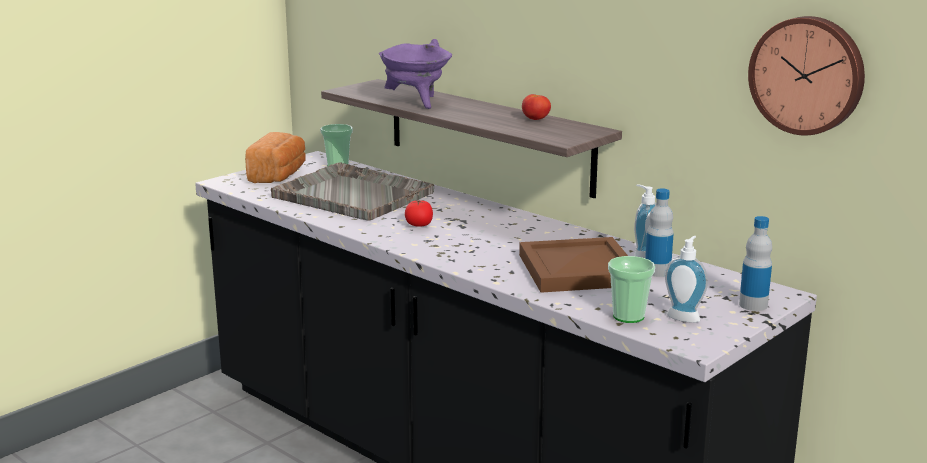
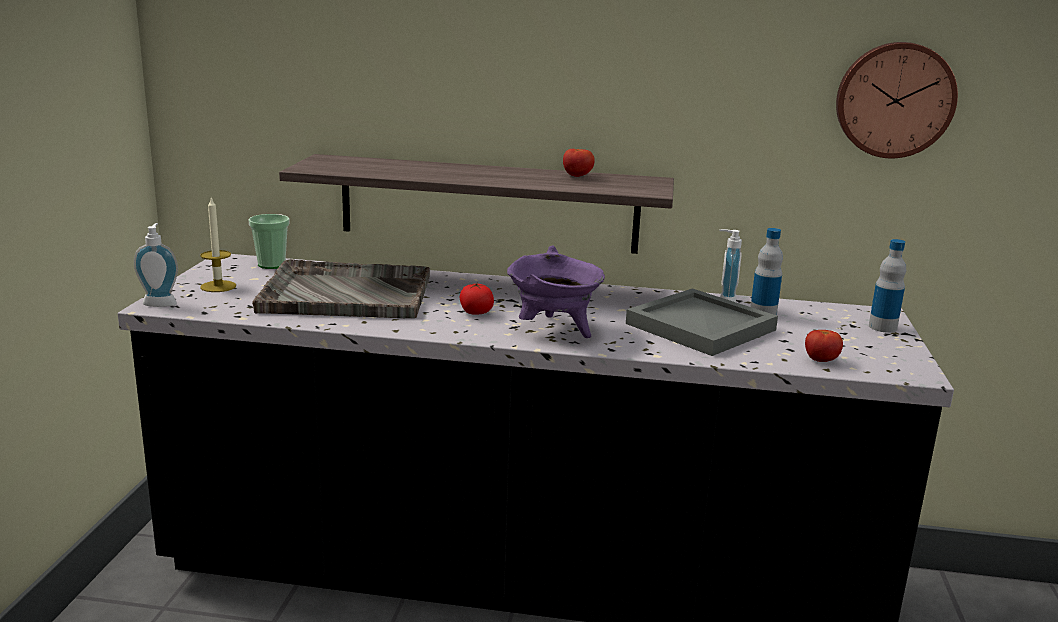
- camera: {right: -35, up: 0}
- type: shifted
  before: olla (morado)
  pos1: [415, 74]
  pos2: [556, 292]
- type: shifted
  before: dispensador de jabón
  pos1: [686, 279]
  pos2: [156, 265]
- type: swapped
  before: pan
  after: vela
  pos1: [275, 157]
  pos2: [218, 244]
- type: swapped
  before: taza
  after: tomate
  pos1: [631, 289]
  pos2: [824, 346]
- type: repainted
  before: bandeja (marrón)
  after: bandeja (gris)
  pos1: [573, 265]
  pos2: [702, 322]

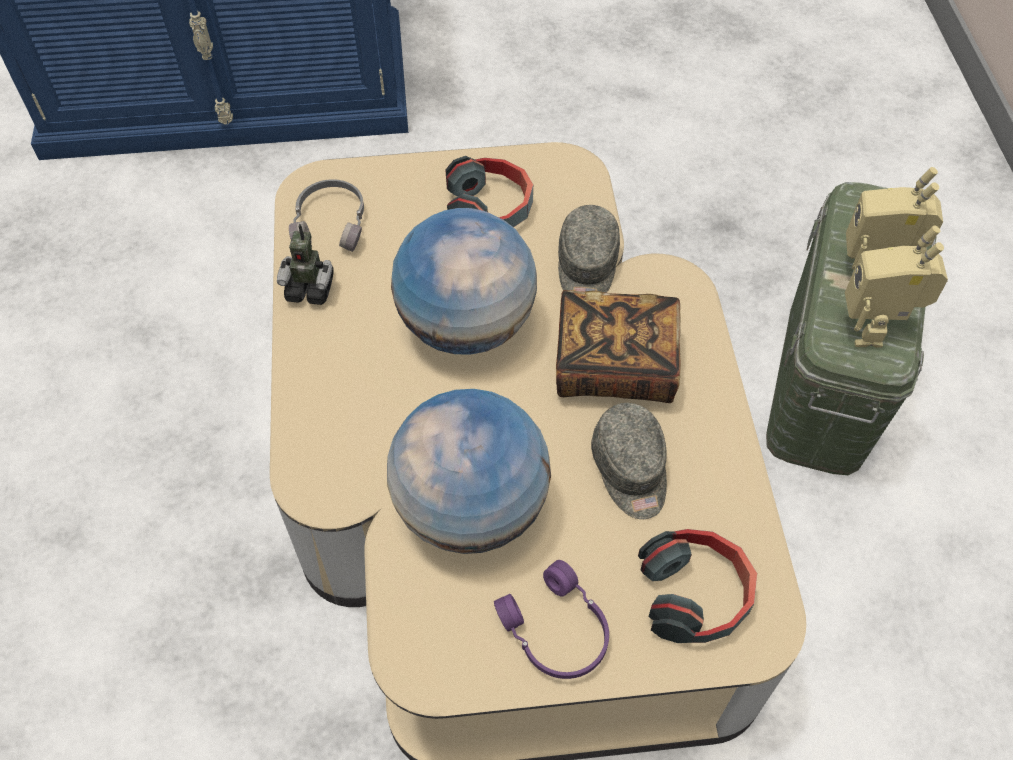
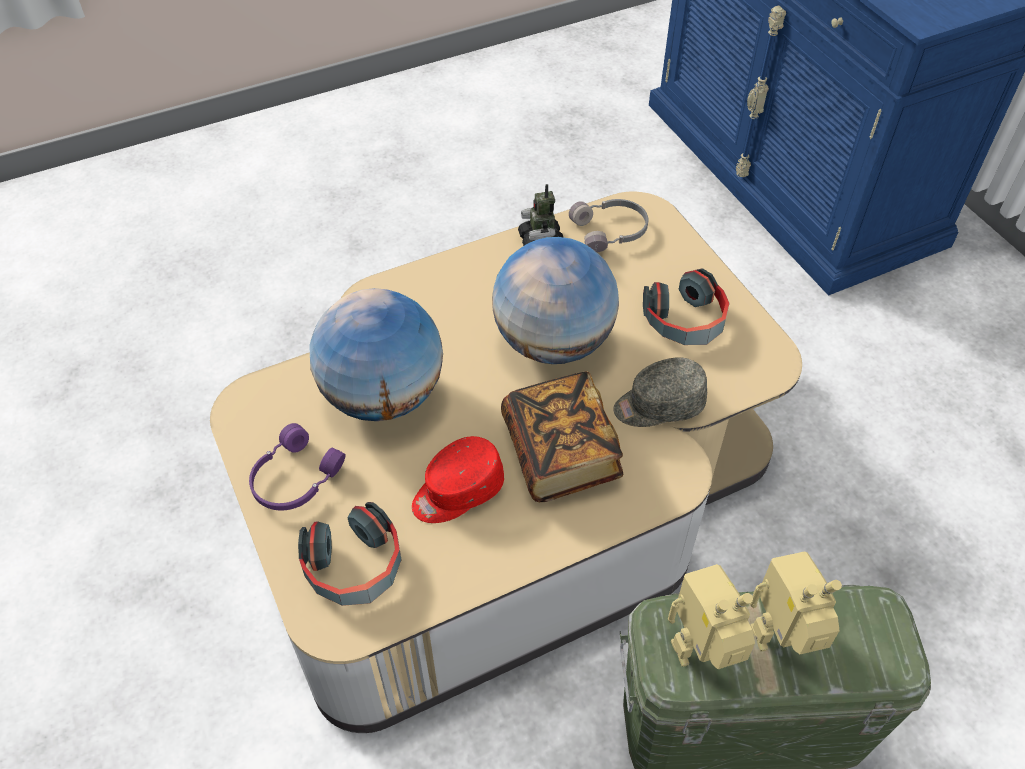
- camera: {right: 70, up: -5}
- type: repainted
  before: gorra (gris)
  after: gorra (rojo)
  pos1: [629, 461]
  pos2: [458, 479]

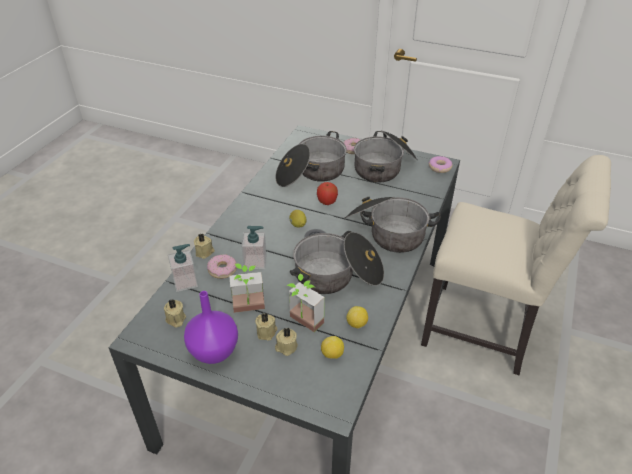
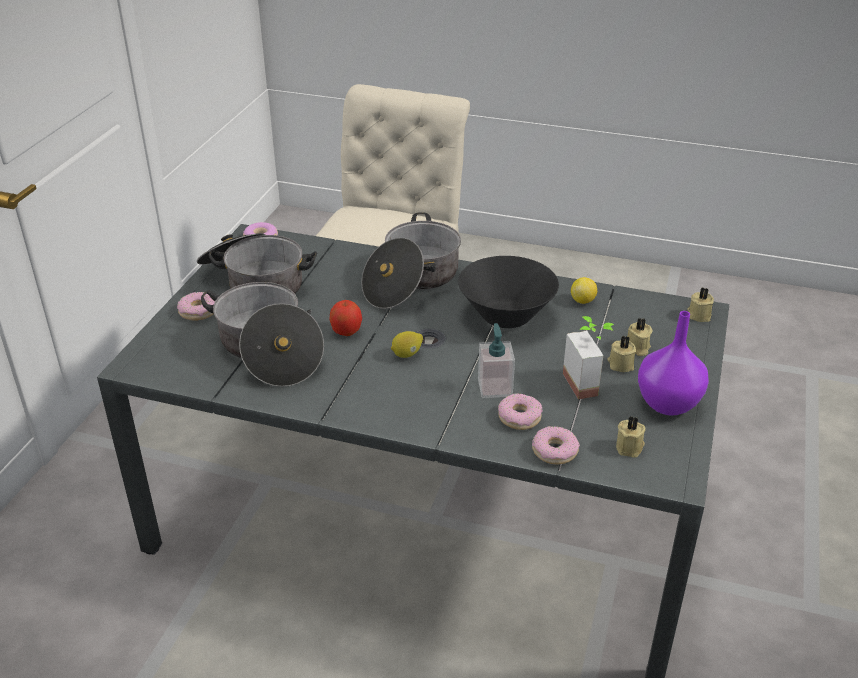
- camera: {right: -95, up: -5}
- type: gone
  before: planta en maceta
  pos1: [305, 302]
- type: gone
  before: limón
  pos1: [332, 347]
- type: shifted
  before: vela (beis)
  pos1: [204, 246]
  pos2: [700, 304]
- type: swapped
  before: dispensador de jabón
  after: rosquilla
  pos1: [183, 268]
  pos2: [556, 445]
- type: swapped
  before: olla
  after: cuenco (negro)
  pos1: [337, 262]
  pos2: [508, 292]

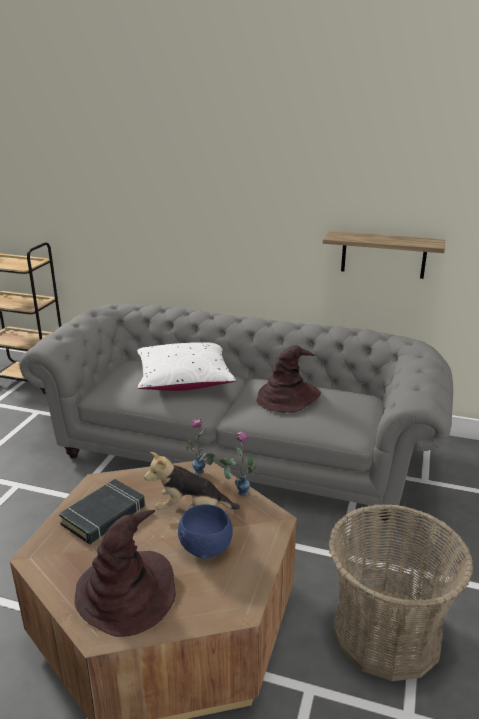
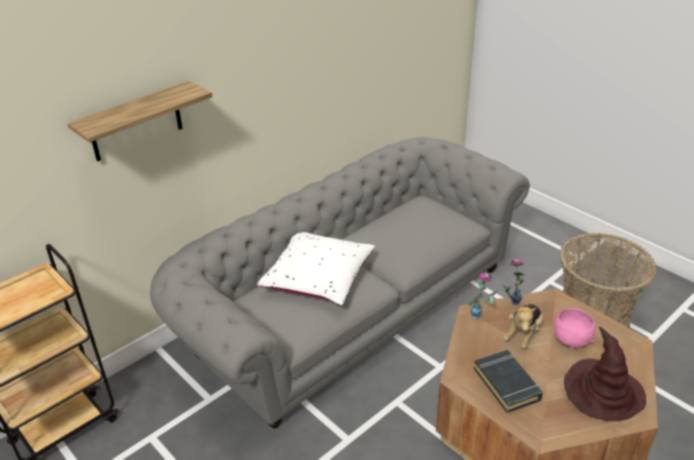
- camera: {right: -60, up: 10}
- type: gone
  before: sombrero (marrón)
  pos1: [289, 379]
- type: shifted
  before: estante
  pos1: [384, 255]
  pos2: [139, 121]
- type: repainted
  before: cuenco (azul)
  after: cuenco (rosa)
  pos1: [205, 531]
  pos2: [574, 328]

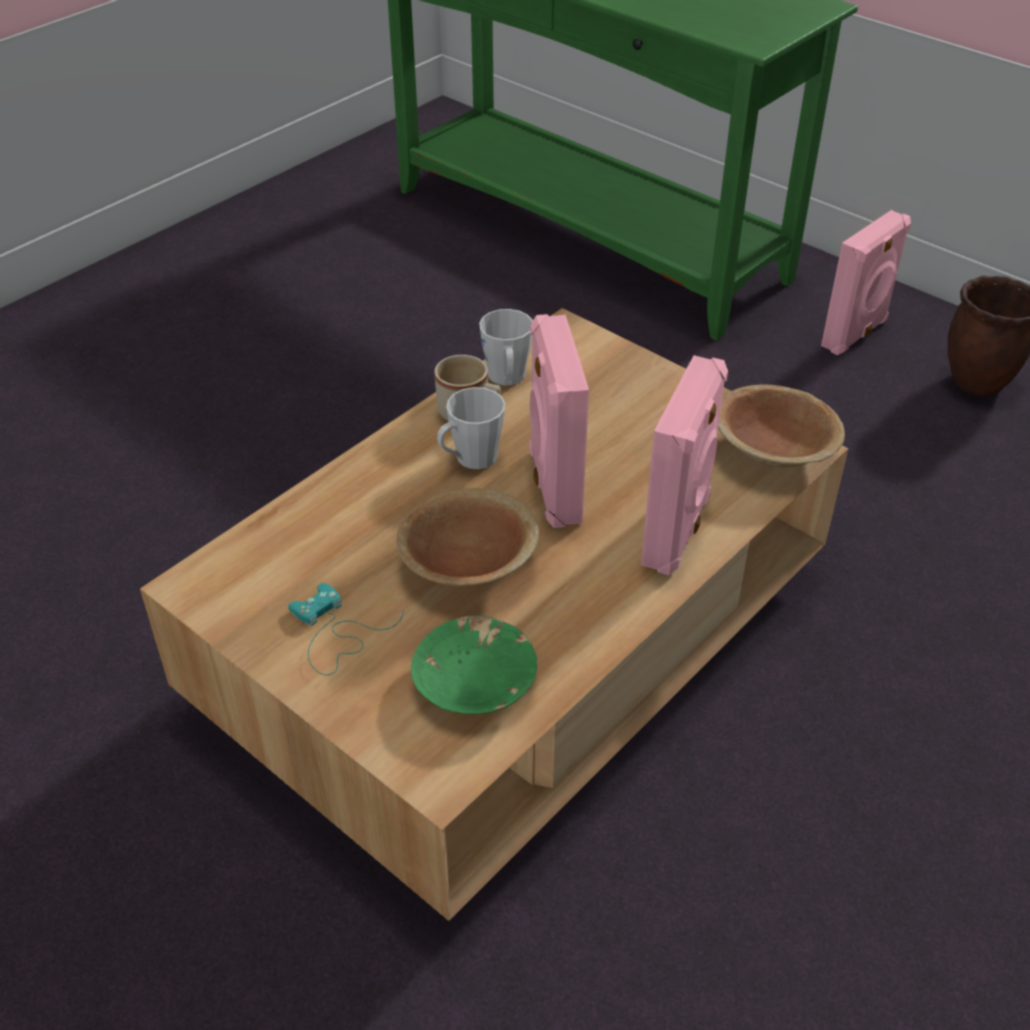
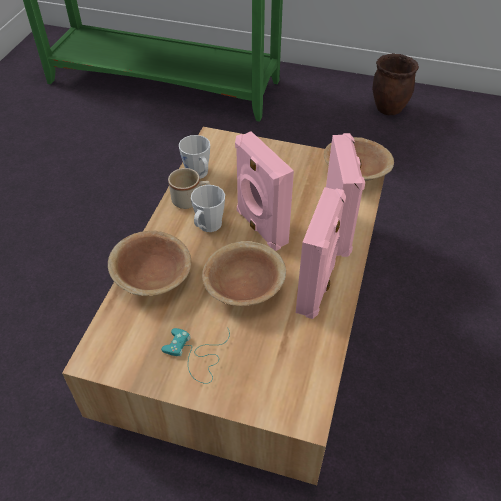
- camera: {right: -25, up: 5}
- type: gone
  before: cuenco (verde)
  pos1: [474, 664]
- type: new
  after: cuenco (marrón)
  pos2: [149, 263]
- type: shifted
  before: altavoz (rosa)
  pos1: [866, 282]
  pos2: [321, 253]

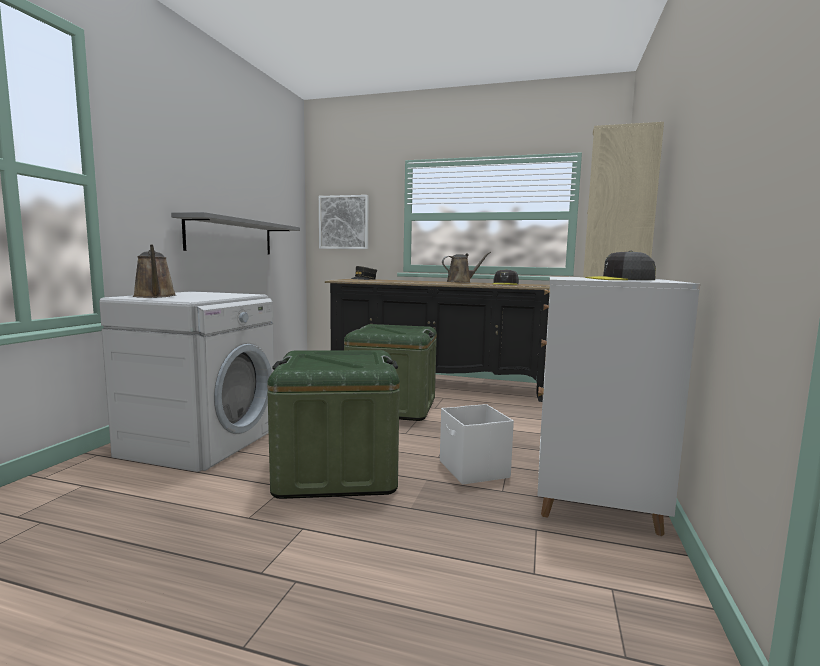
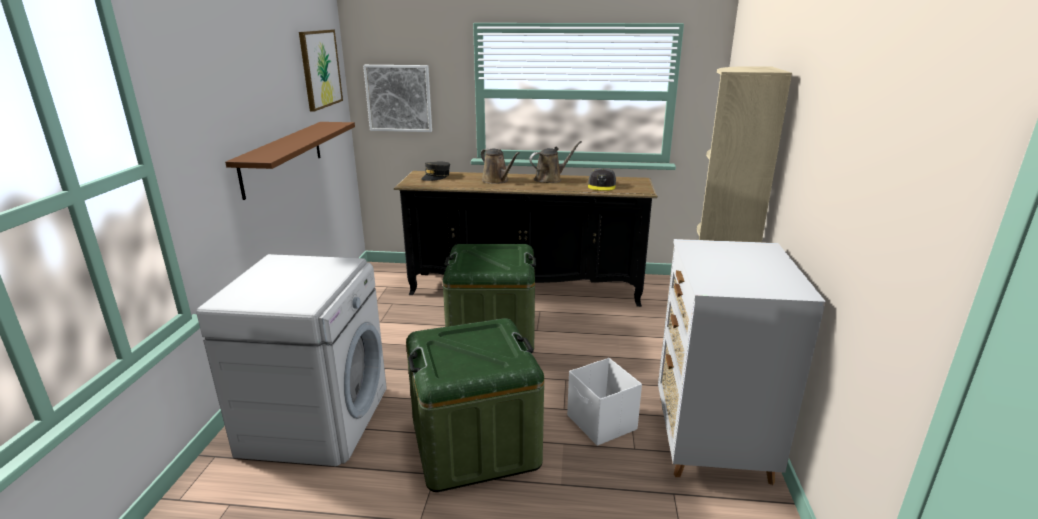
- camera: {right: -10, up: 15}
- type: gone
  before: gorra (gris)
  pos1: [620, 265]
- type: new
  after: cuadro
  pos2: [321, 71]
- type: shifted
  before: regadera (marrón)
  pos1: [154, 271]
  pos2: [500, 166]
- type: repainted
  before: estante (gris)
  after: estante (marrón)
  pos1: [235, 233]
  pos2: [290, 161]

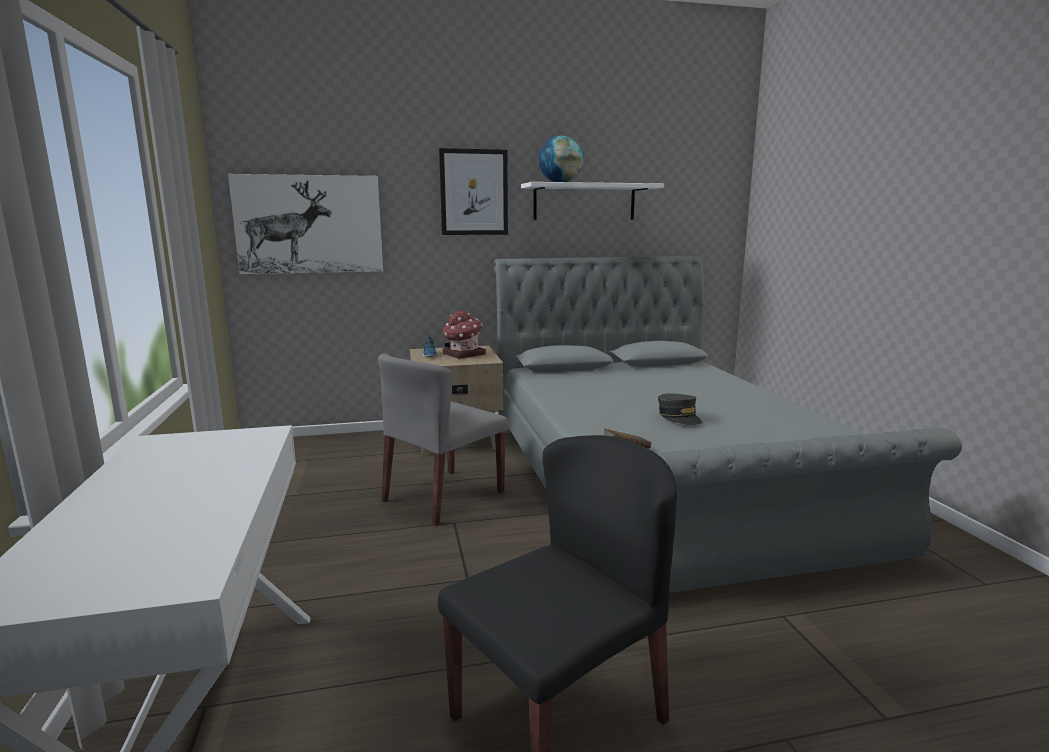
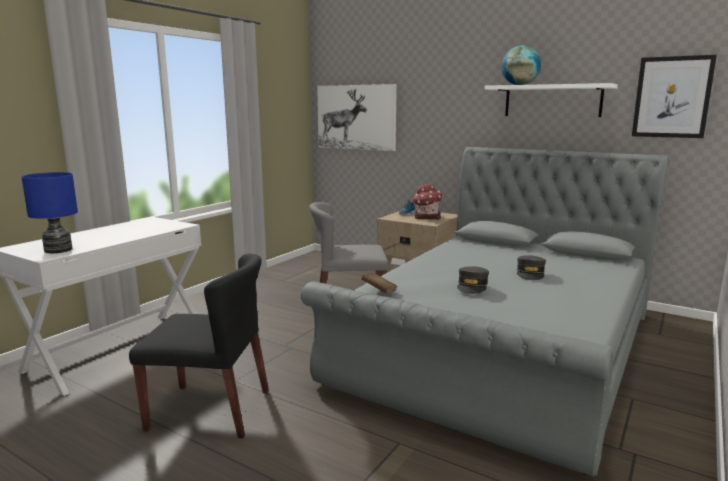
- camera: {right: 45, up: 0}
- type: new
  after: lámpara de mesa (azul)
  pos2: [49, 212]
- type: new
  after: gorra (gris)
  pos2: [531, 267]
- type: shifted
  before: cuadro
  pos1: [473, 191]
  pos2: [674, 96]

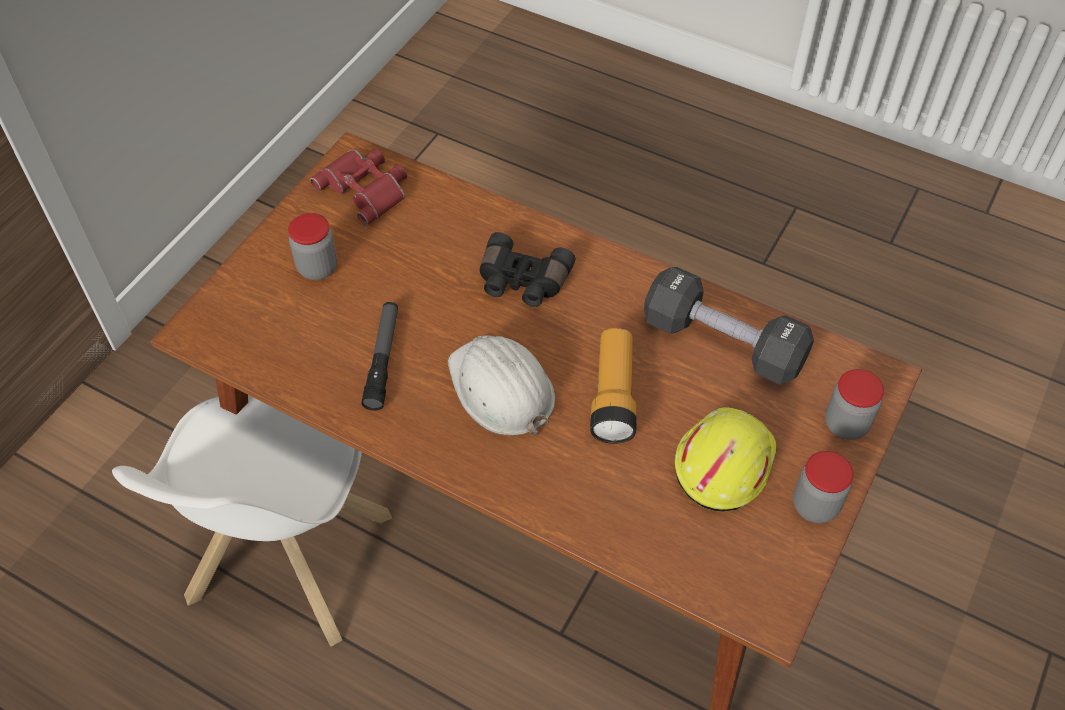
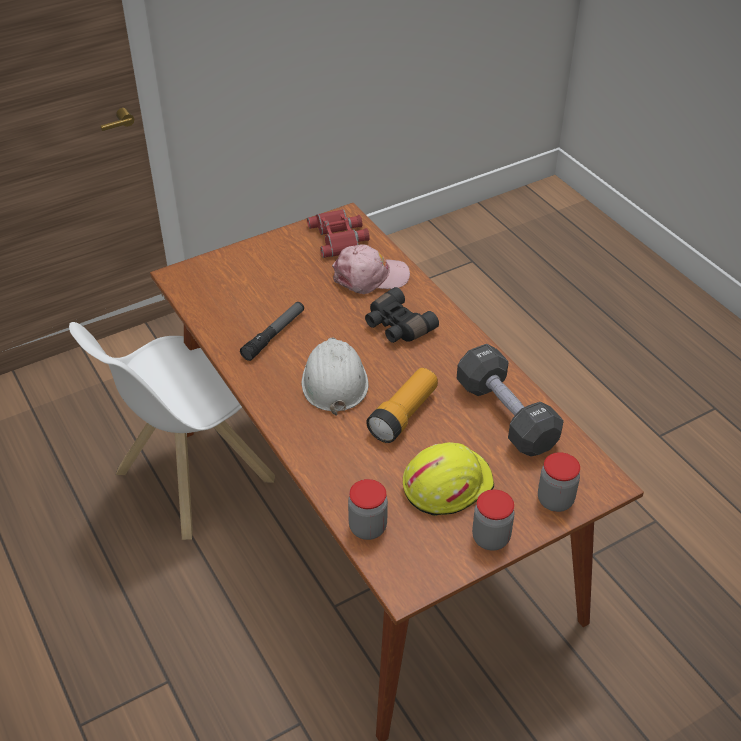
- camera: {right: 30, up: -10}
- type: new
  after: gorra (rosa)
  pos2: [371, 269]
- type: shifted
  before: tarro
  pos1: [312, 246]
  pos2: [368, 509]

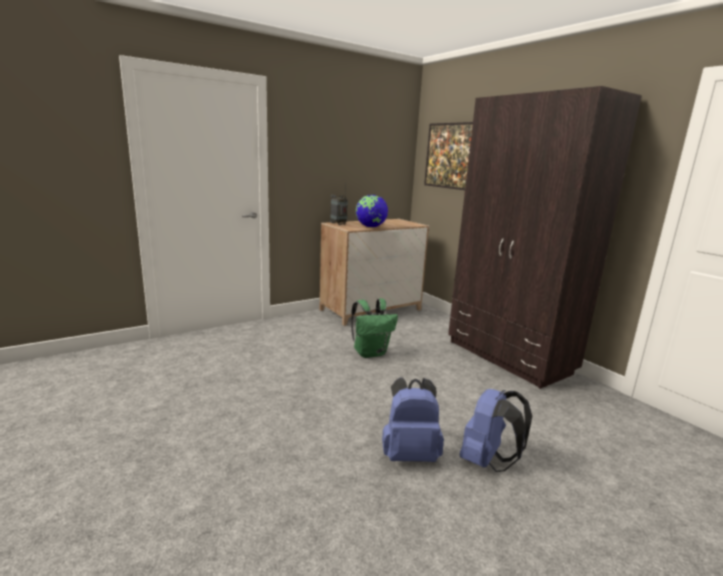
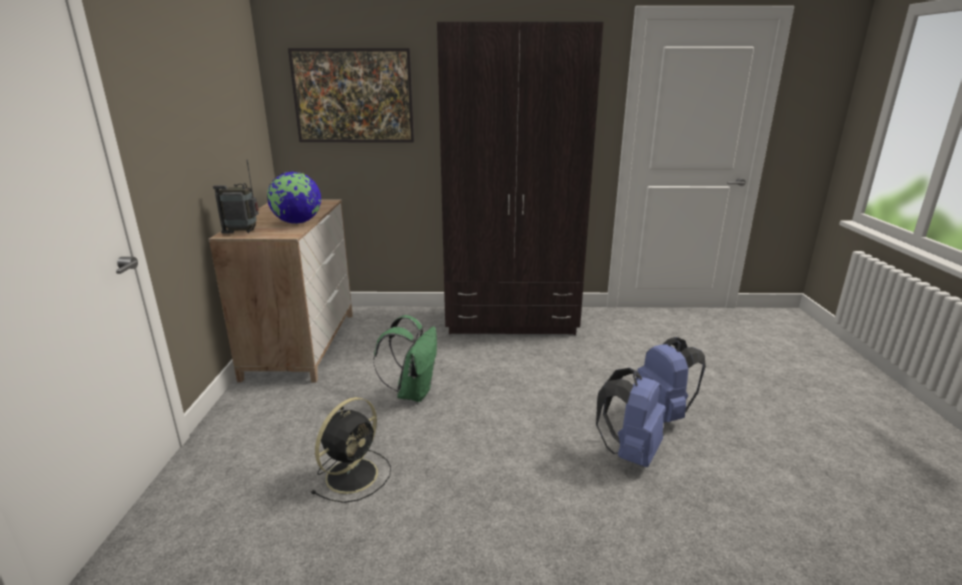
- camera: {right: -55, up: 5}
- type: new
  after: ventilador (negro)
  pos2: [351, 450]

